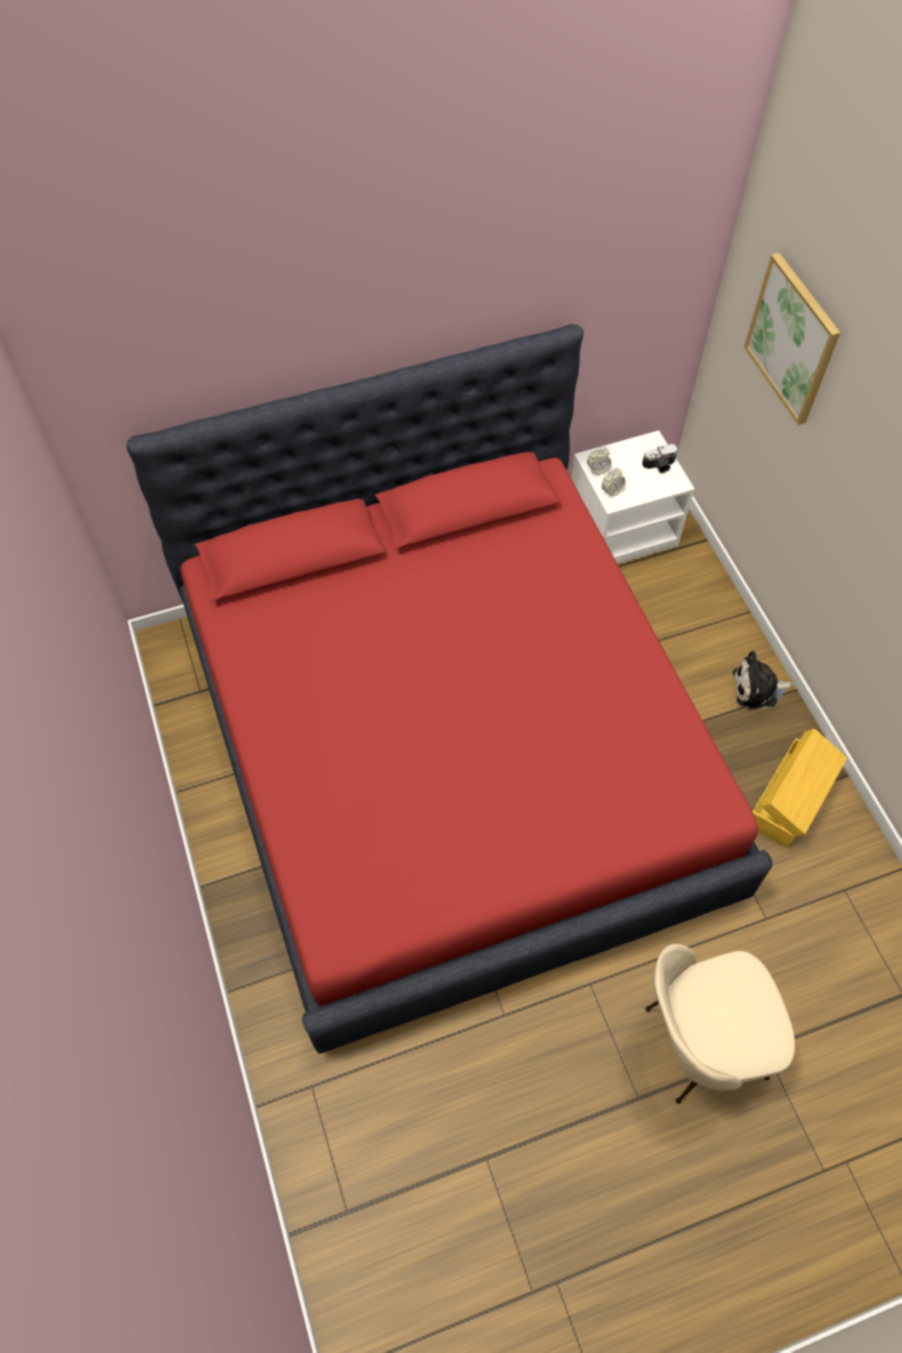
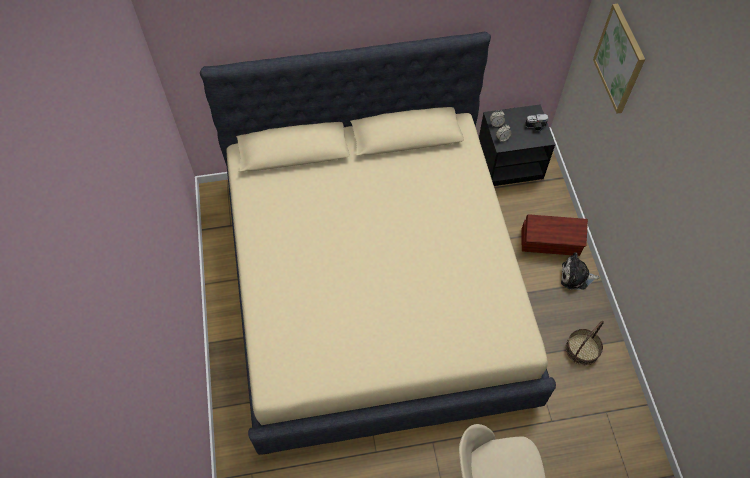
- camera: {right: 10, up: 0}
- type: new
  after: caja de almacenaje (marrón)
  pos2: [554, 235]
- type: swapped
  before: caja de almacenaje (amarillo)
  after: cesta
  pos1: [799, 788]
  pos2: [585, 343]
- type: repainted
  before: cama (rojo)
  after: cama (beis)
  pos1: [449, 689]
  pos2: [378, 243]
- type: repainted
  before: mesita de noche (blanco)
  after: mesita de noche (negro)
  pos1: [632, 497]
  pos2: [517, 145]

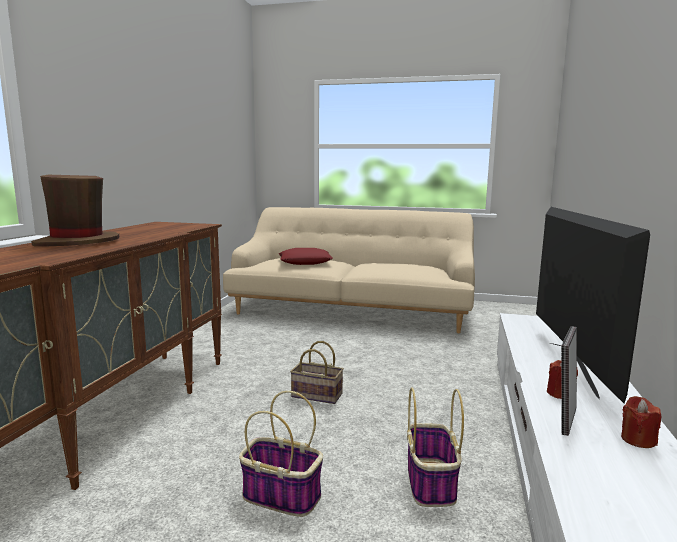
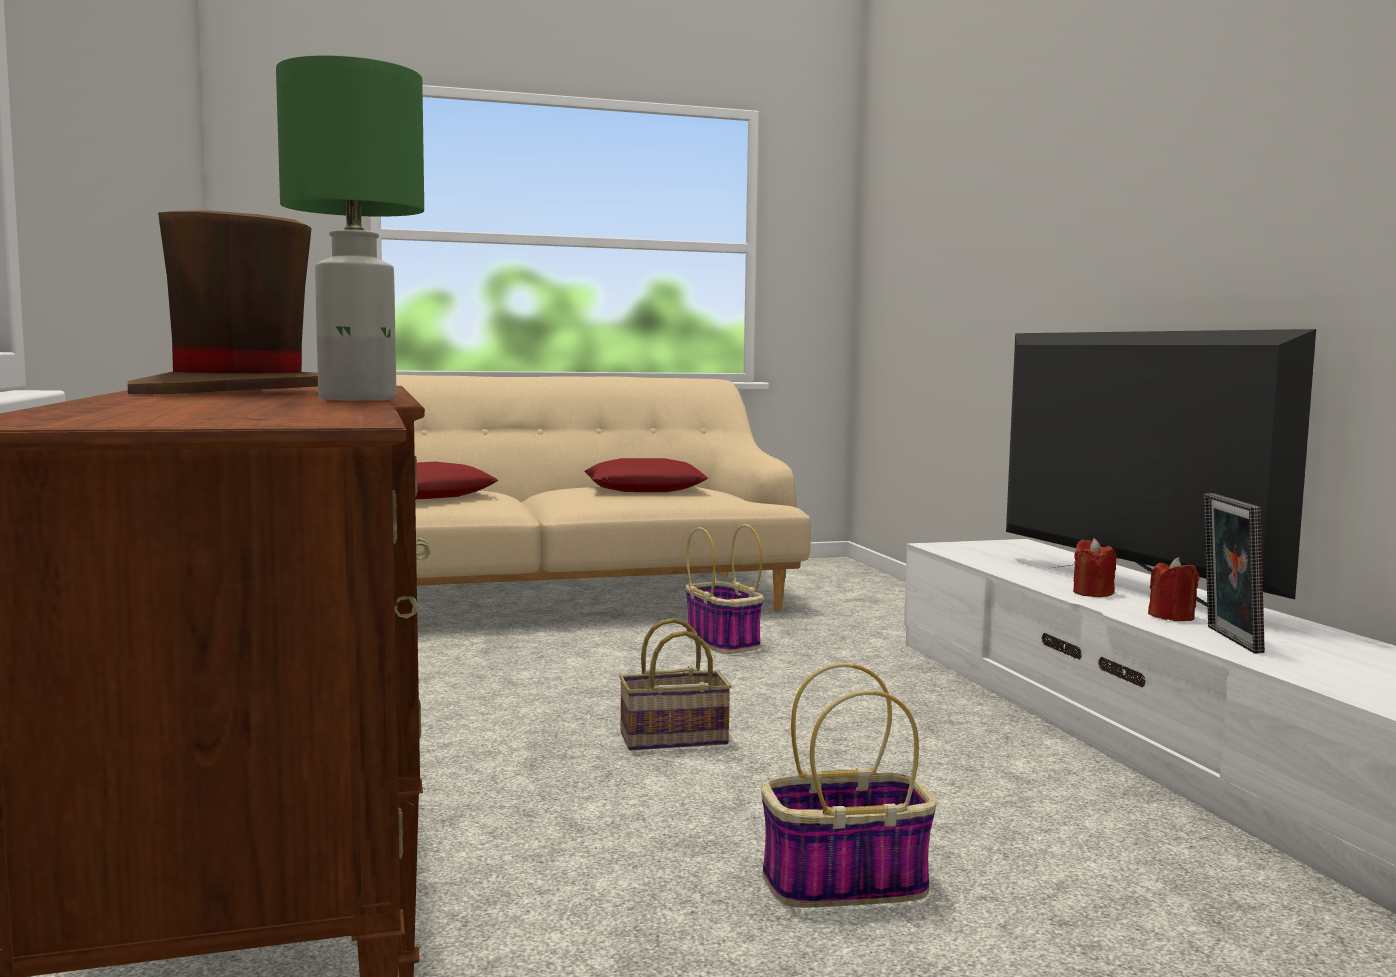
- camera: {right: -30, up: -5}
- type: new
  after: lámpara de mesa (verde)
  pos2: [350, 228]
- type: new
  after: cojín (rojo)
  pos2: [646, 475]
- type: shifted
  before: cesta
  pos1: [435, 447]
  pos2: [725, 589]
- type: shifted
  before: vela (rojo)
  pos1: [641, 422]
  pos2: [1094, 567]

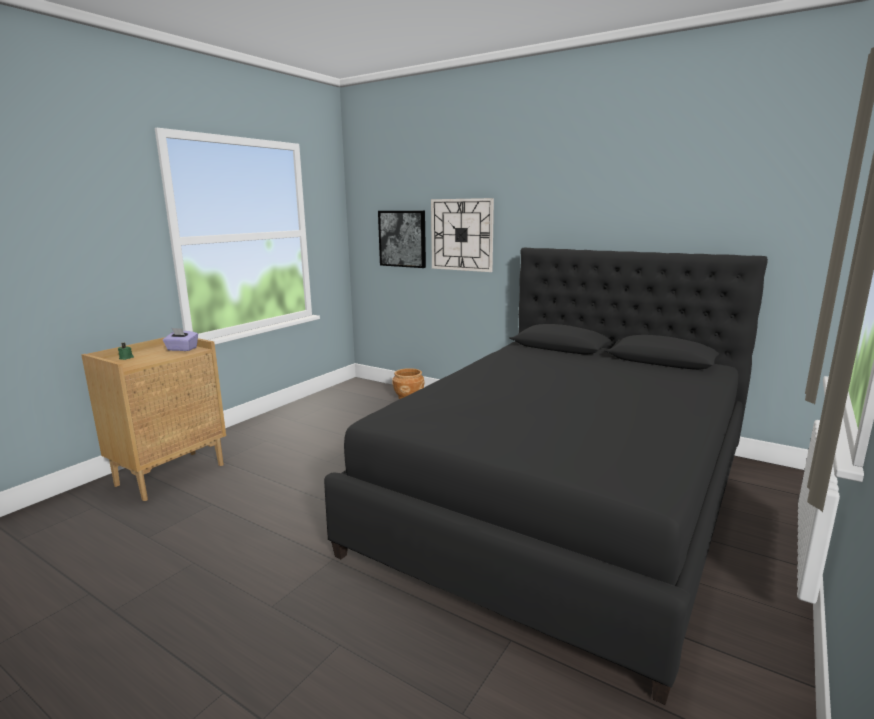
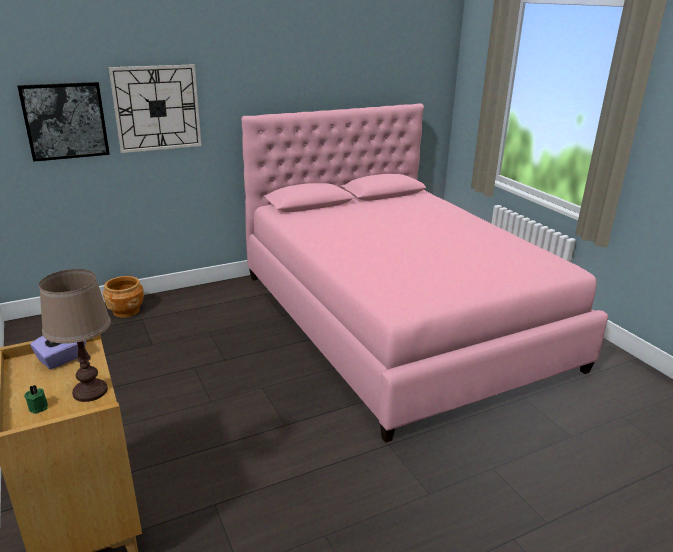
- camera: {right: -60, up: 10}
- type: new
  after: lámpara de mesa (marrón)
  pos2: [75, 335]
- type: repainted
  before: cama (negro)
  after: cama (rosa)
  pos1: [546, 476]
  pos2: [424, 273]

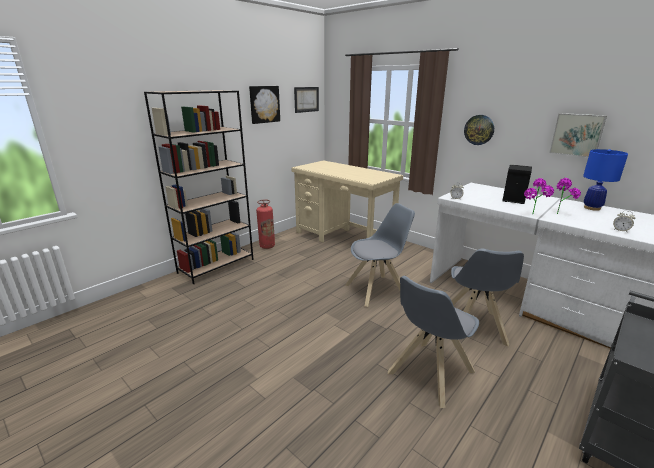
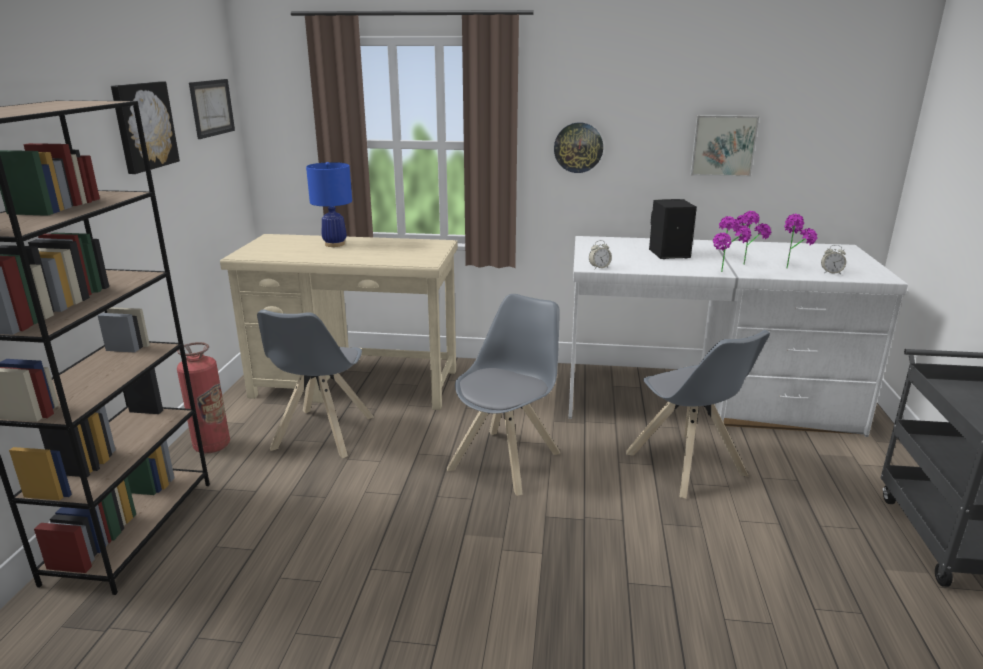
- camera: {right: -35, up: 0}
- type: new
  after: planta en maceta
  pos2: [800, 241]
- type: shifted
  before: silla (gris)
  pos1: [433, 342]
  pos2: [315, 383]
- type: shifted
  before: lámpara de mesa (azul)
  pos1: [605, 180]
  pos2: [329, 204]

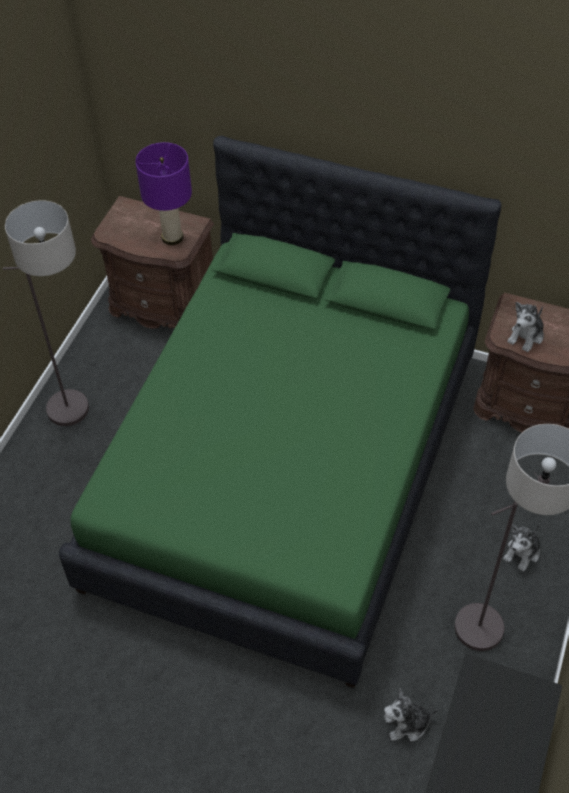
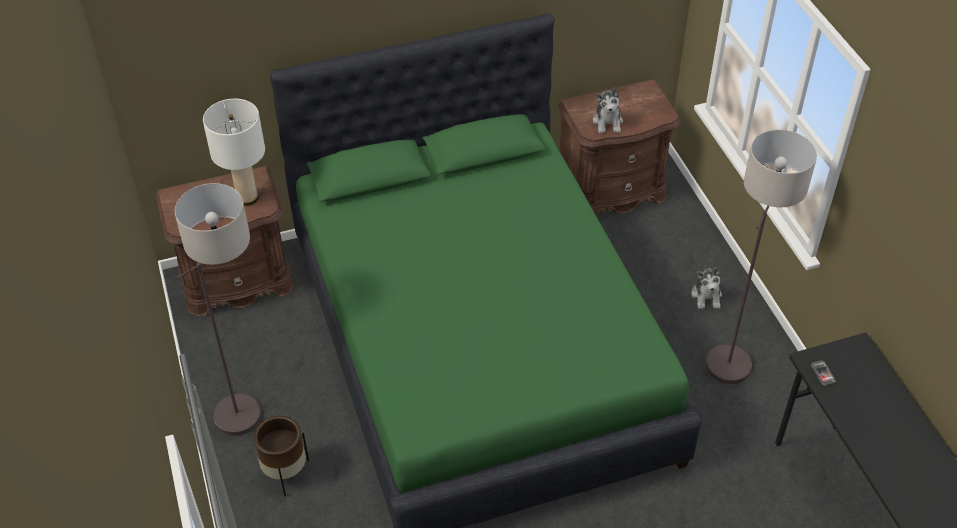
- camera: {right: -40, up: -5}
- type: gone
  before: peluche
  pos1: [411, 715]
- type: new
  after: maceta (marrón)
  pos2: [281, 456]
- type: new
  after: móvil
  pos2: [823, 373]
- type: repainted
  before: lámpara de mesa (morado)
  after: lámpara de mesa (blanco)
  pos1: [163, 193]
  pos2: [234, 152]

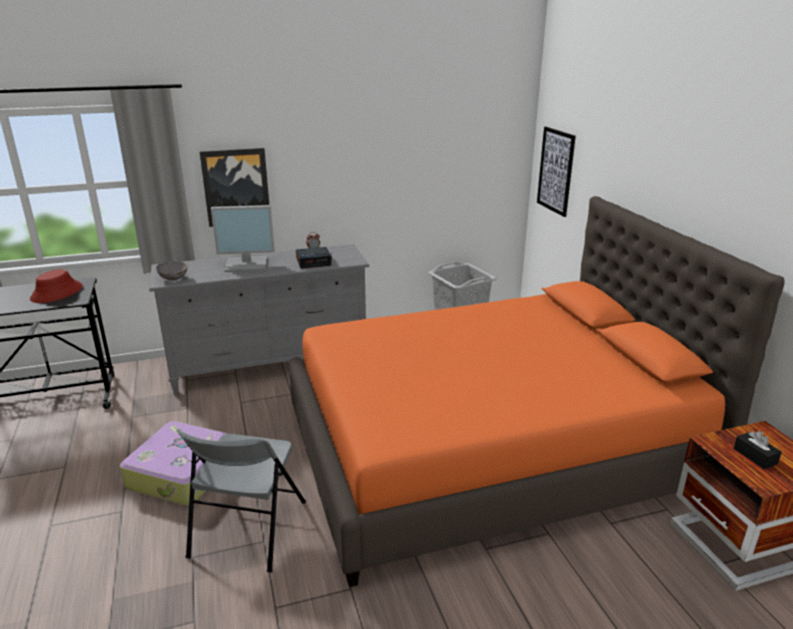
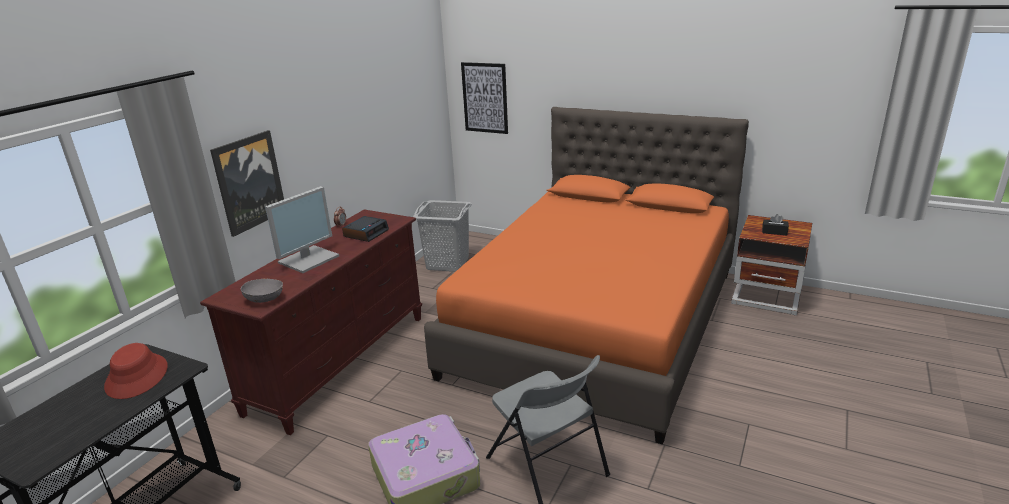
- camera: {right: -45, up: 0}
- type: repainted
  before: cómoda (gris)
  after: cómoda (rojo)
  pos1: [259, 319]
  pos2: [311, 322]

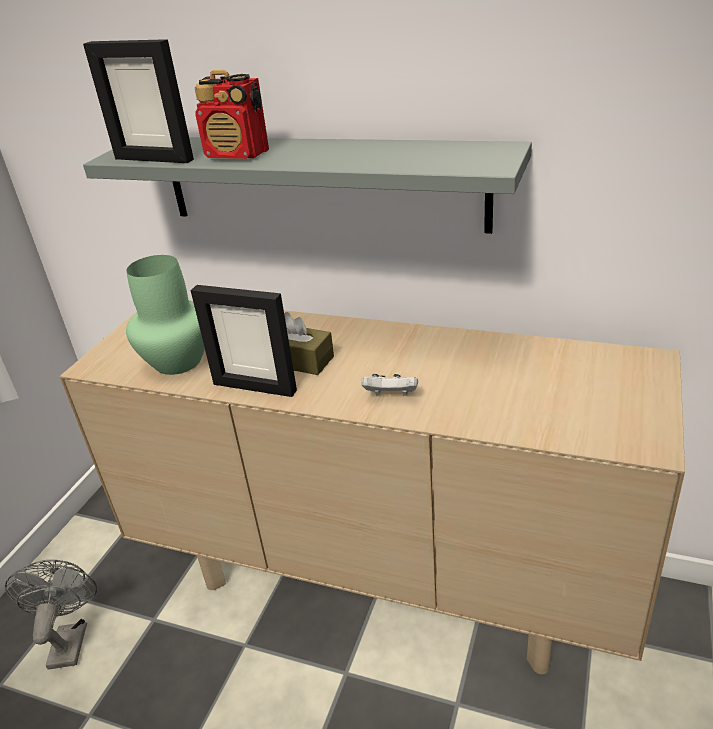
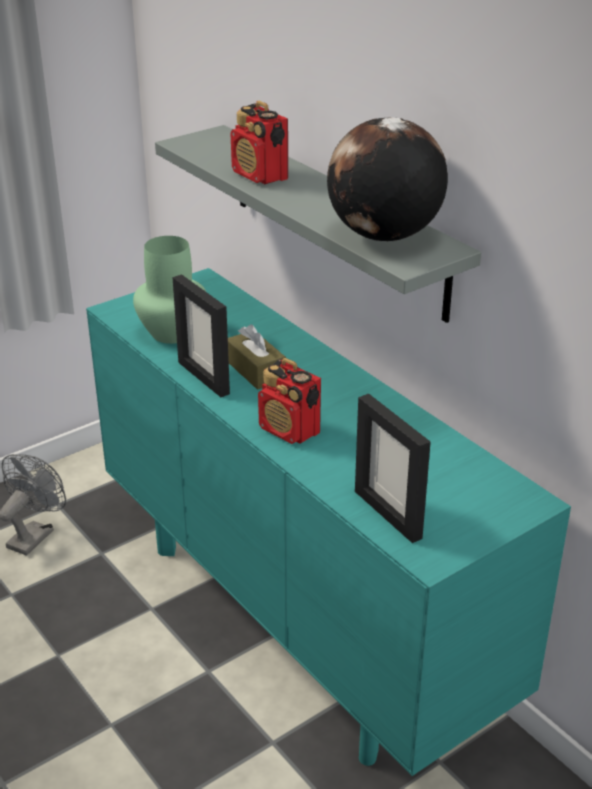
- camera: {right: 30, up: 0}
- type: new
  after: globo terráqueo
  pos2: [387, 179]
- type: shifted
  before: portarretratos
  pos1: [138, 101]
  pos2: [393, 468]
- type: swapped
  before: mando de consola (blanco)
  after: radio
  pos1: [389, 385]
  pos2: [289, 401]
- type: repainted
  before: cómoda (beis)
  after: cómoda (turquesa)
  pos1: [372, 492]
  pos2: [328, 522]

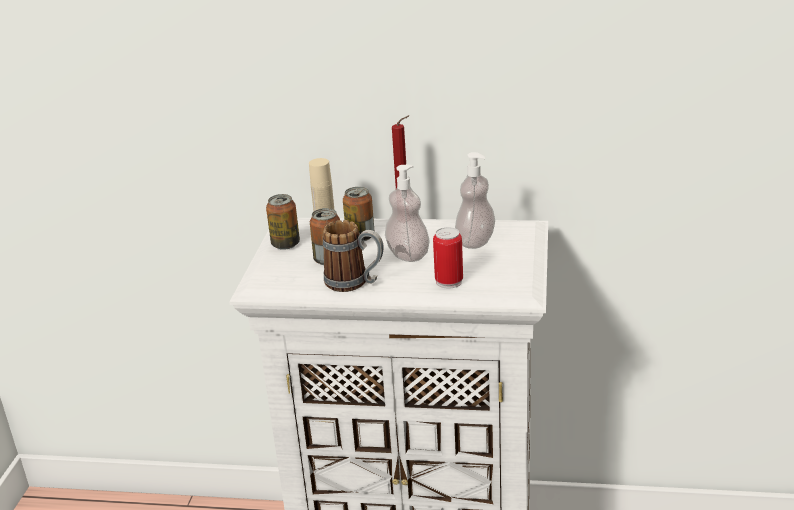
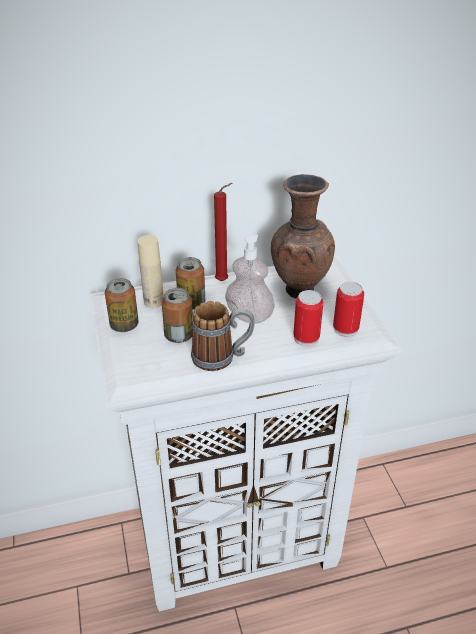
- camera: {right: -25, up: 10}
- type: new
  after: lata
  pos2: [348, 309]
- type: swapped
  before: dispensador de jabón
  after: florero (marrón)
  pos1: [475, 200]
  pos2: [303, 236]

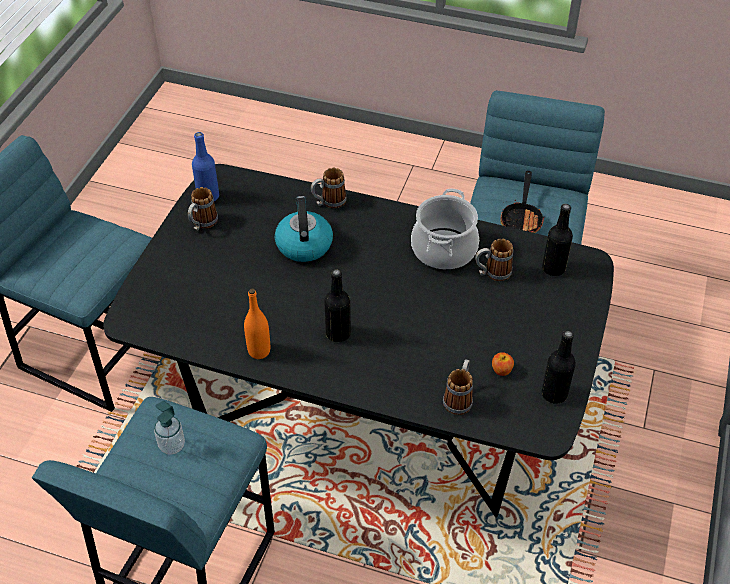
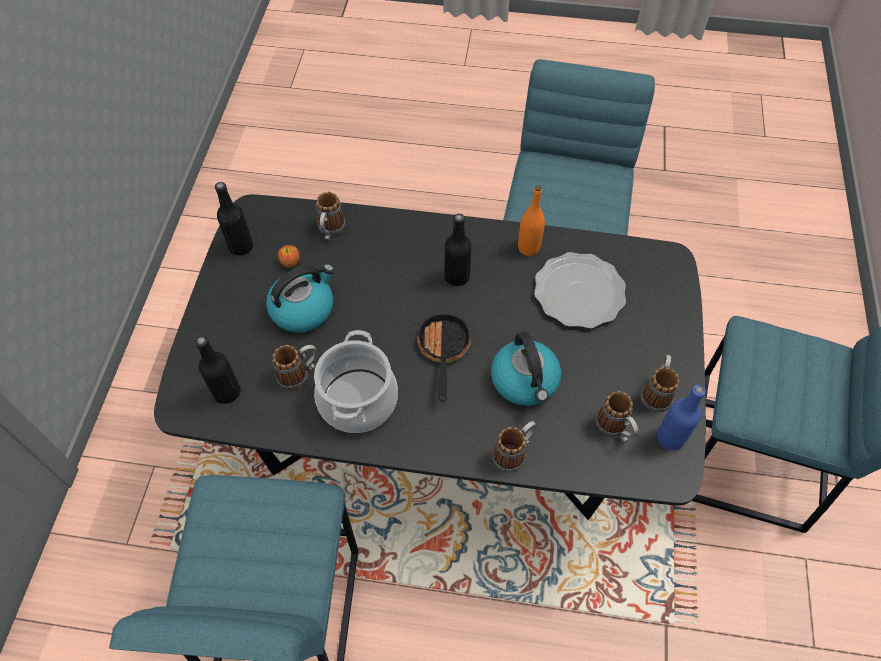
- camera: {right: 170, up: 10}
- type: gone
  before: dispensador de jabón
  pos1: [169, 428]
- type: new
  after: hervidor
  pos2: [300, 298]
- type: new
  after: plato
  pos2: [580, 290]
- type: new
  after: taza grande
  pos2: [616, 416]
- type: shifted
  before: sartén
  pos1: [522, 202]
  pos2: [444, 357]

